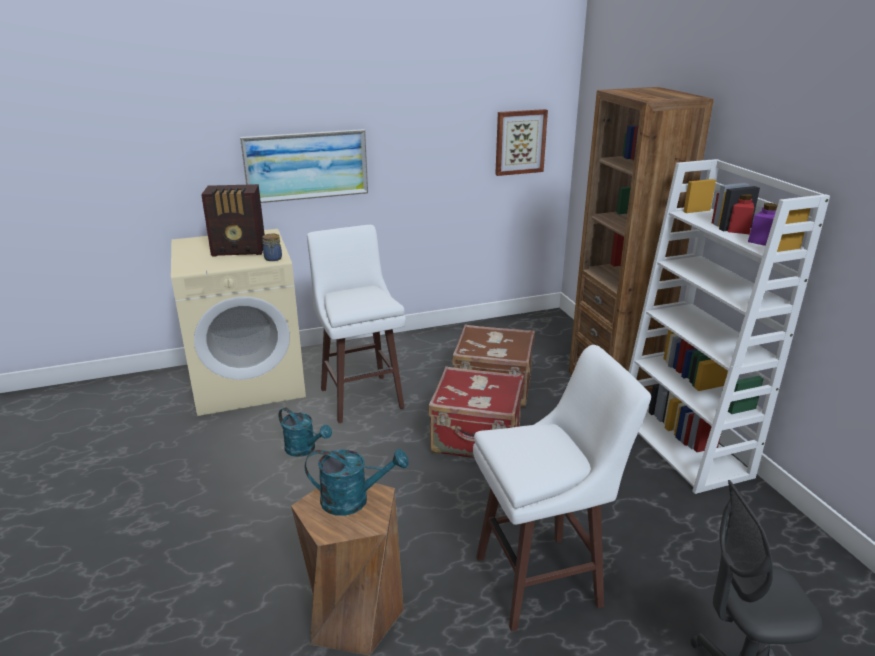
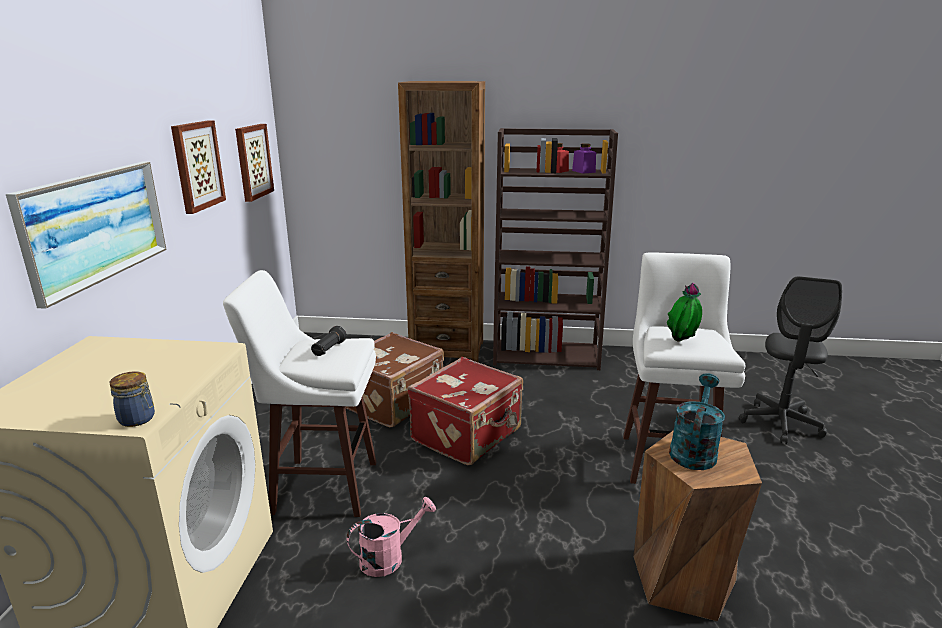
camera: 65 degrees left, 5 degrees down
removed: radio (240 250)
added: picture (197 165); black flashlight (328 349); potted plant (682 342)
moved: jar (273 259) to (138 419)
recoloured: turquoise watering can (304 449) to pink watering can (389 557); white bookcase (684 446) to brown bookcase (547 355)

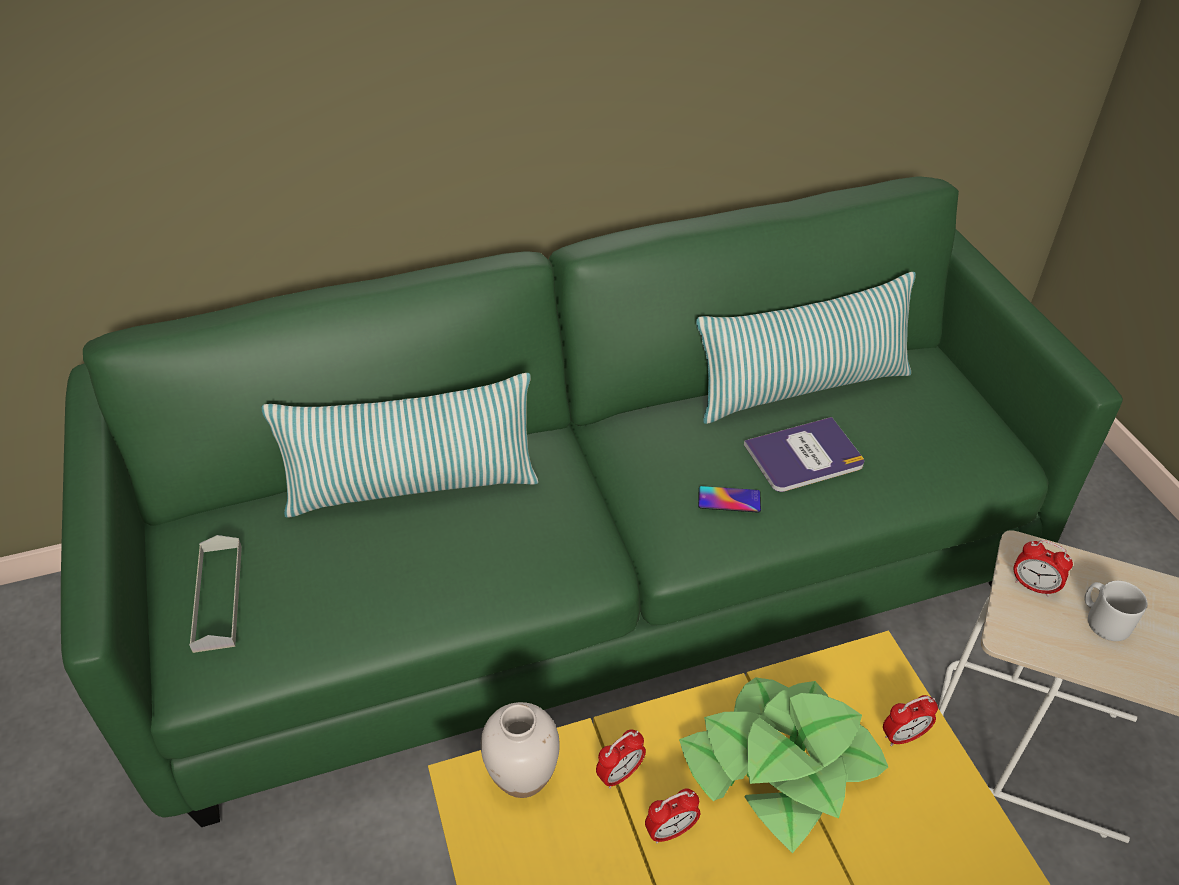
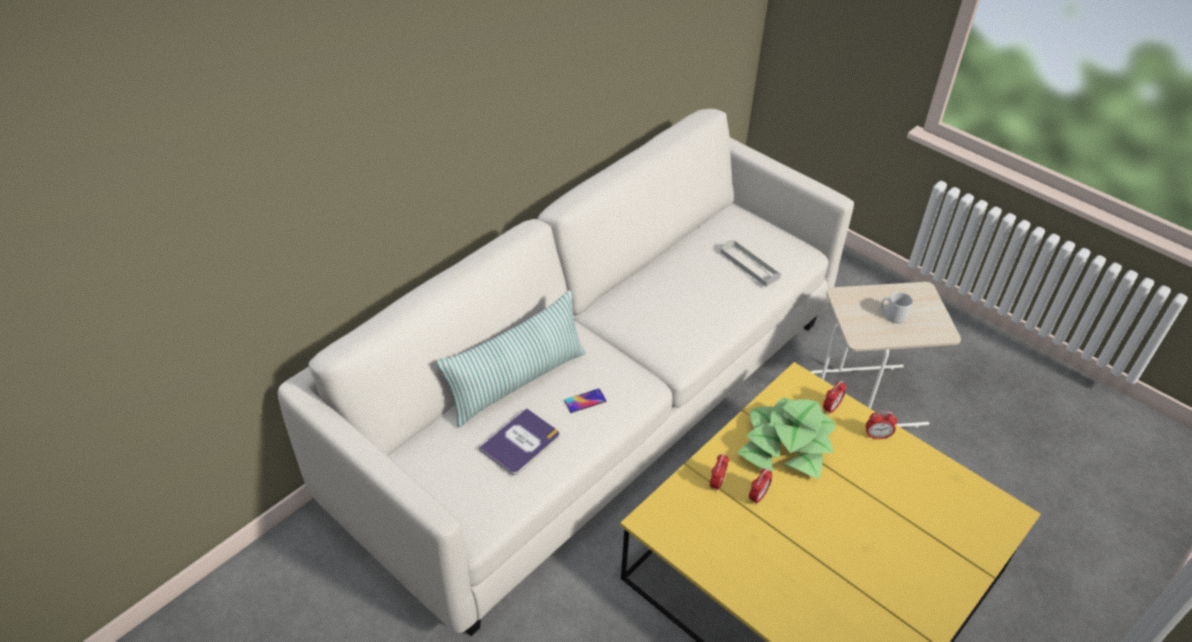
camera: 30 degrees left, 0 degrees up
removed: white vase (522 777); pillow (802 388)
moved: grey tray (218 597) to (749 265); phone (729 500) to (585 401); book (804 456) to (520 443); alarm clock (1033 586) to (877 436)
recoloured: green sofa (589 576) to white sofa (593 406)

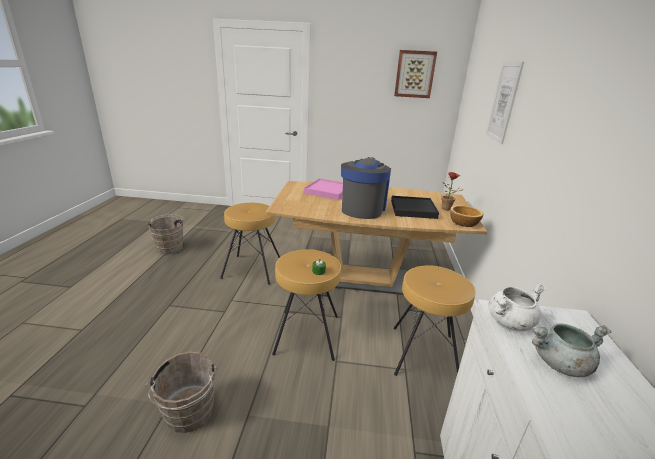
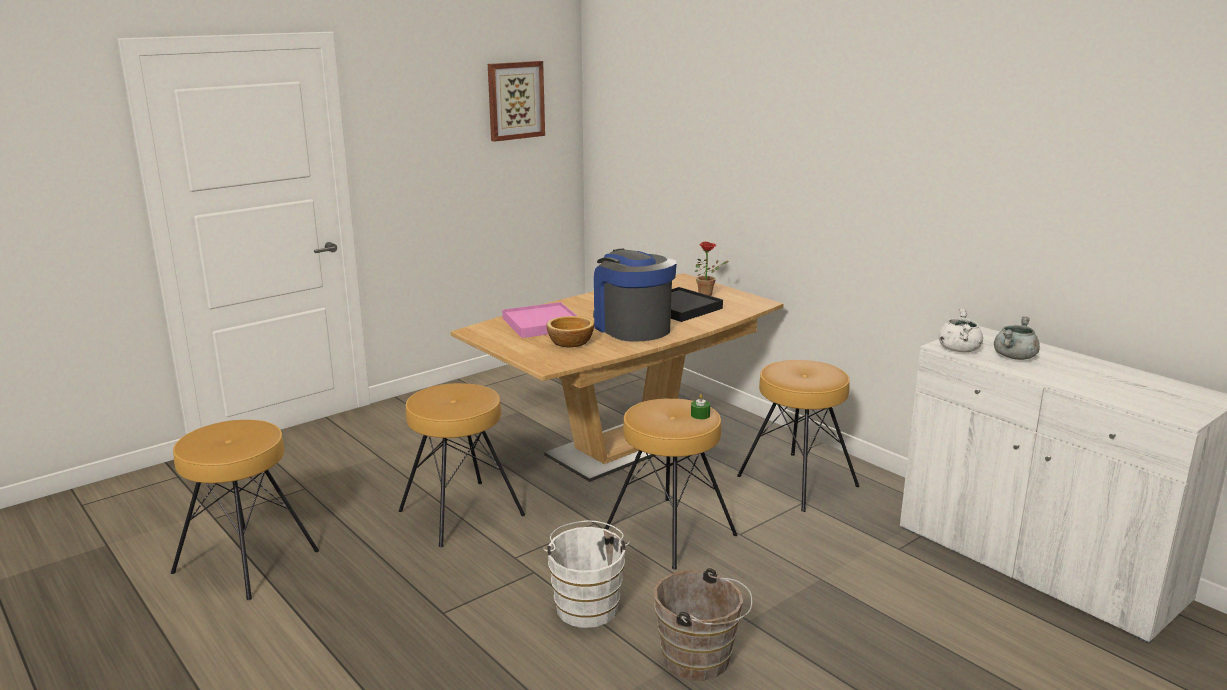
camera: 45 degrees left, 5 degrees down
removed: picture (503 102)
added: white bucket (587 605)
moved: bowl (463 223) to (570 343)
replaced: brown bucket (170 247) to brown stool (247 561)

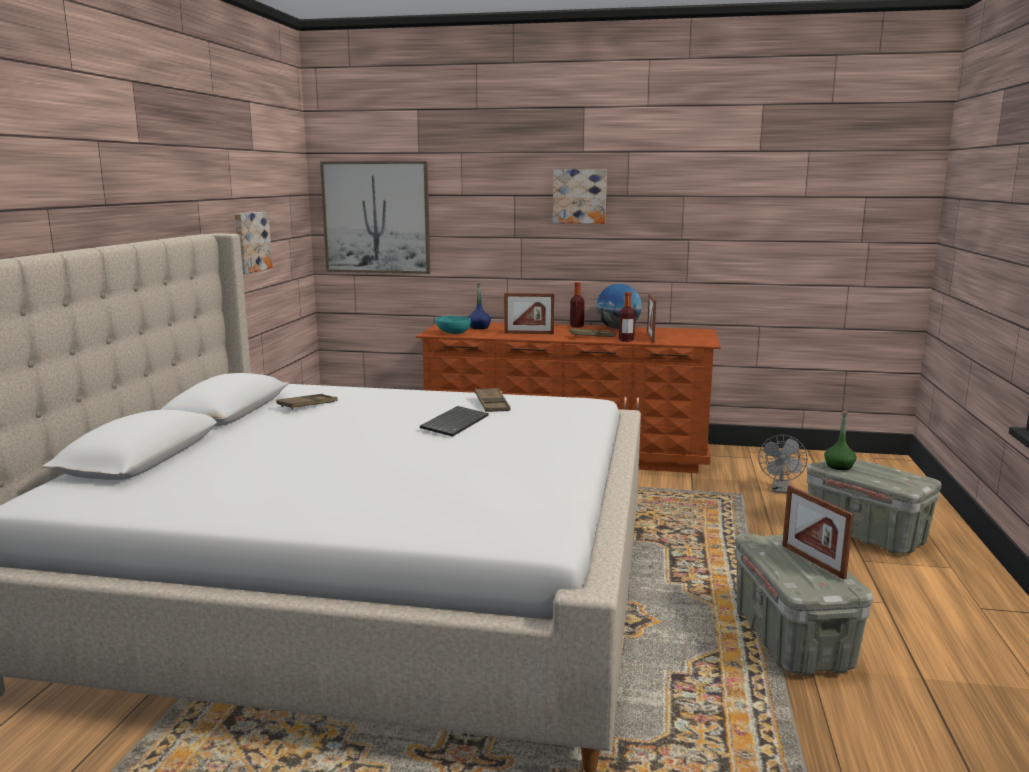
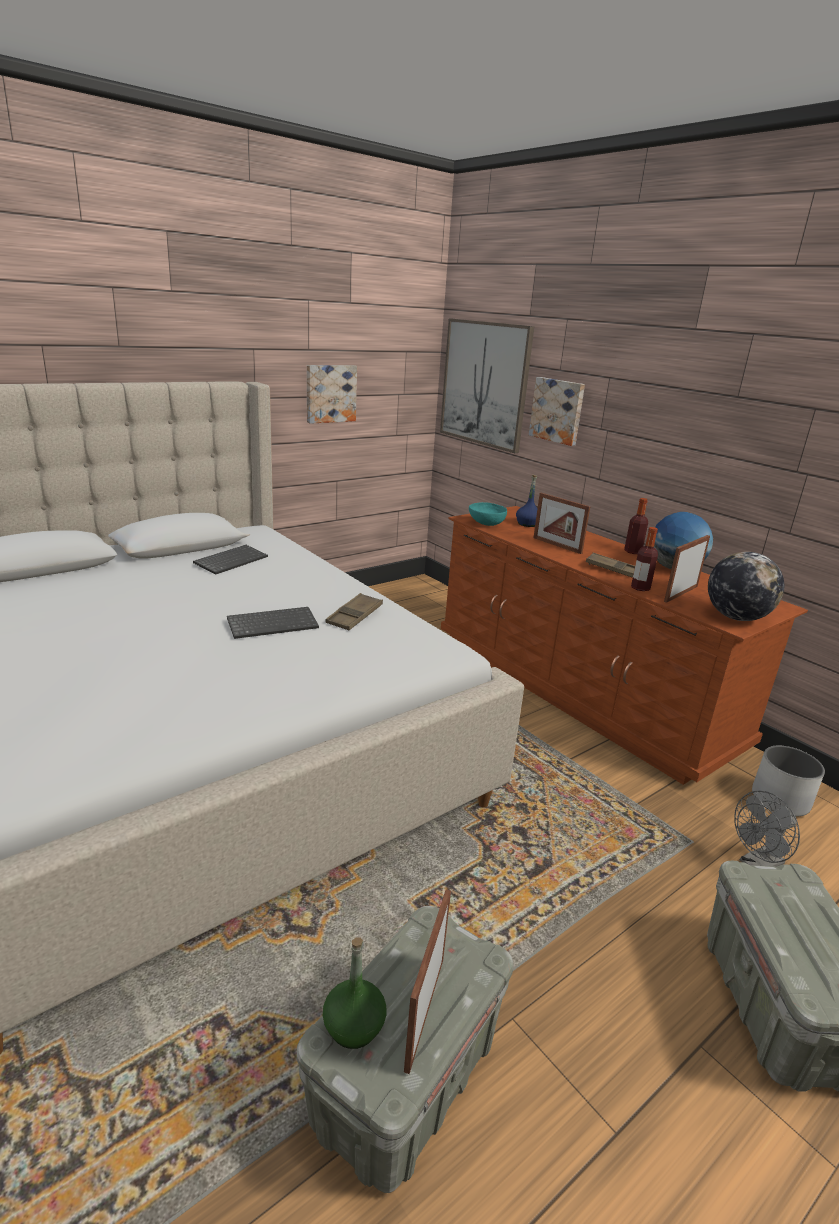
camera: 40 degrees right, 10 degrees up
added: globe (736 617); white planter (780 800)
moved: picture (579 196) to (558 410); green bottle (839 466) to (353 1026)
replaced: brown tray (307 405) to keyboard (231 560)

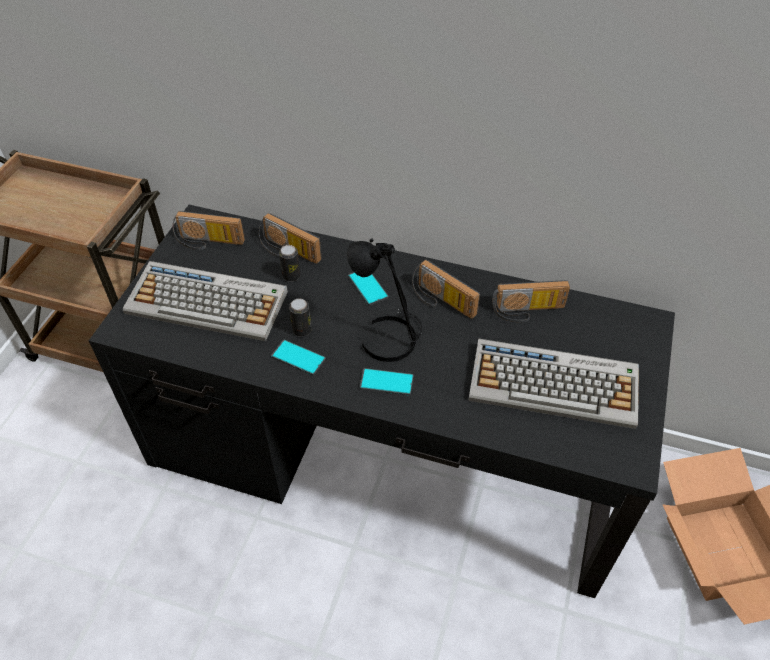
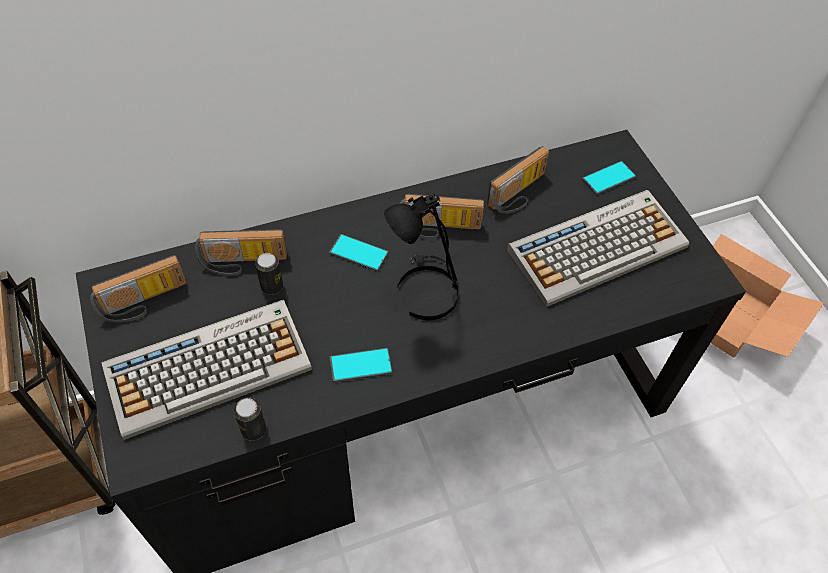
camera: 40 degrees left, 5 degrees up
moved: can (302 330) to (254 429); phone (386 382) to (608 178)

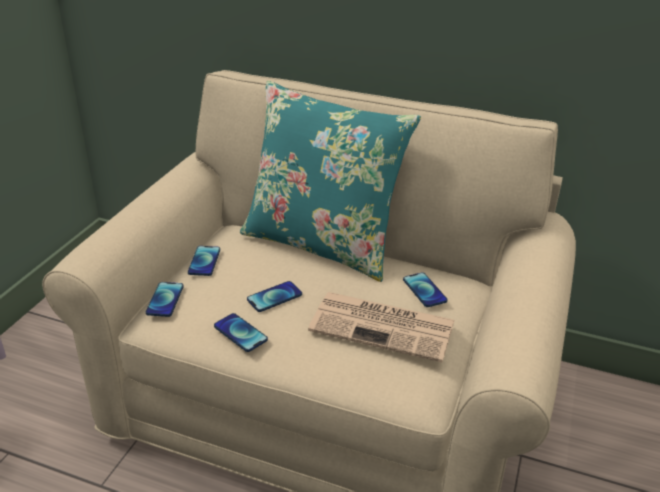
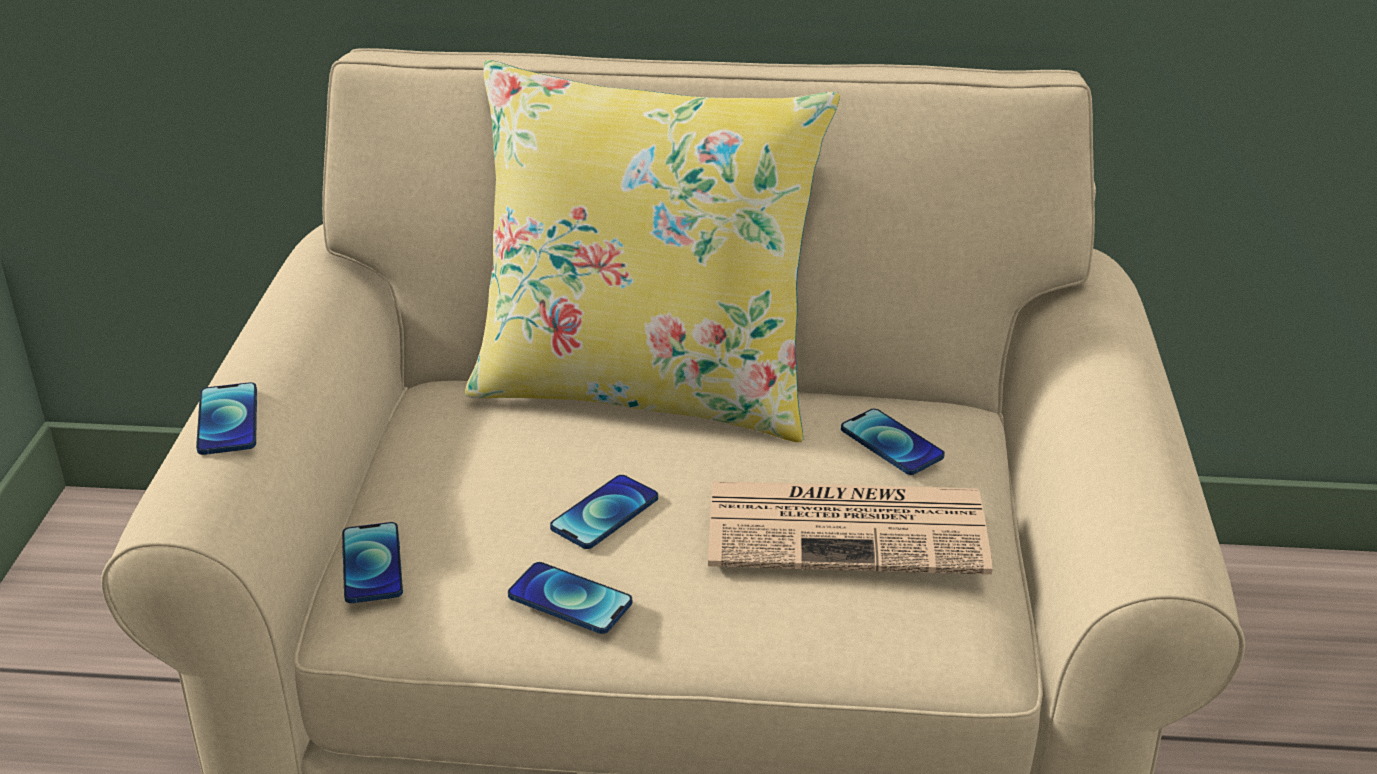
camera: 15 degrees left, 0 degrees up
moved: phone (204 261) to (228 420)
recoloured: turquoise pillow (322 243) to yellow pillow (646 387)

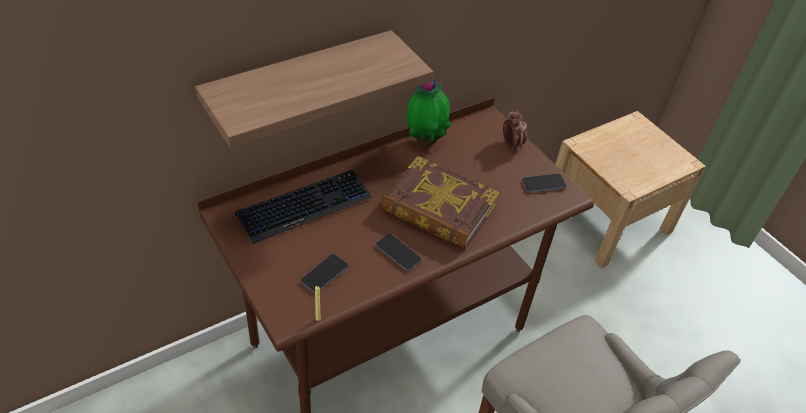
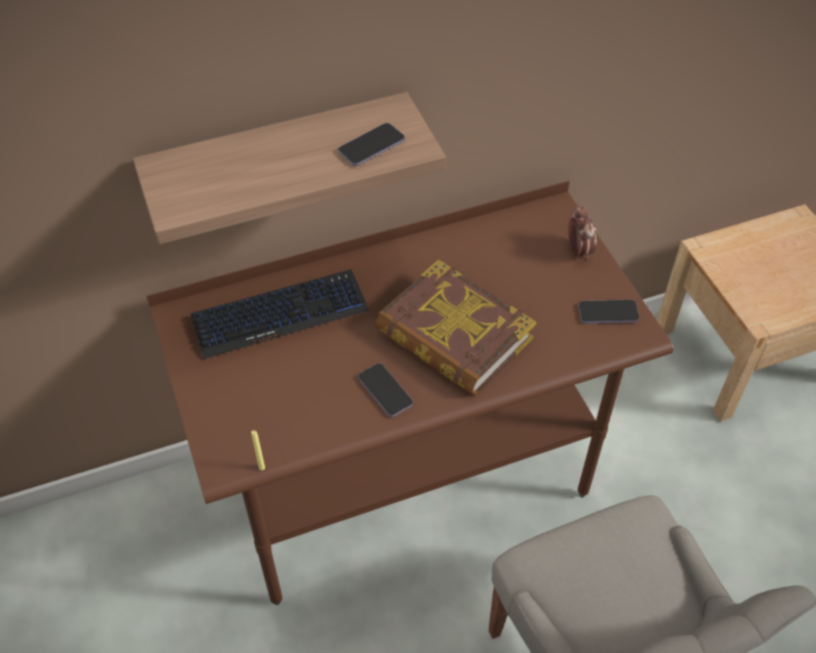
camera: 15 degrees right, 5 degrees up
removed: potted plant (425 141)
moved: phone (324 274) to (371 146)

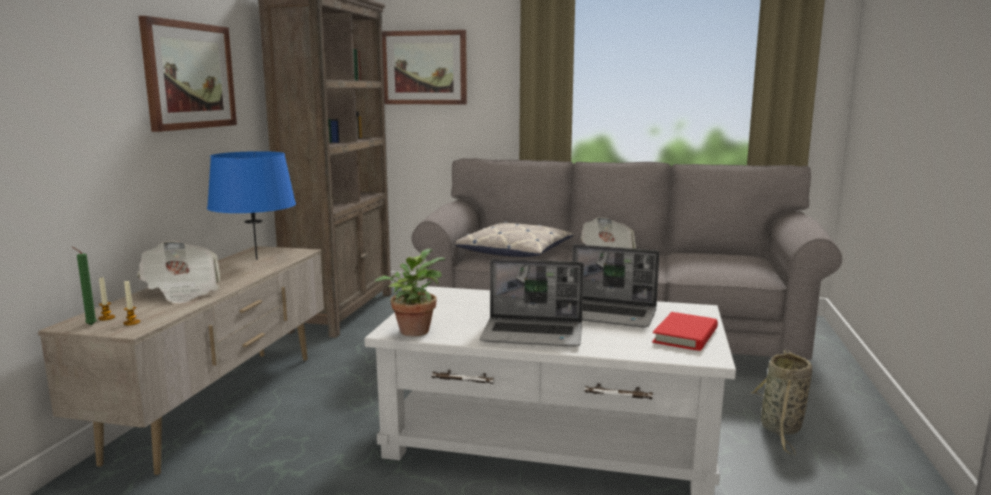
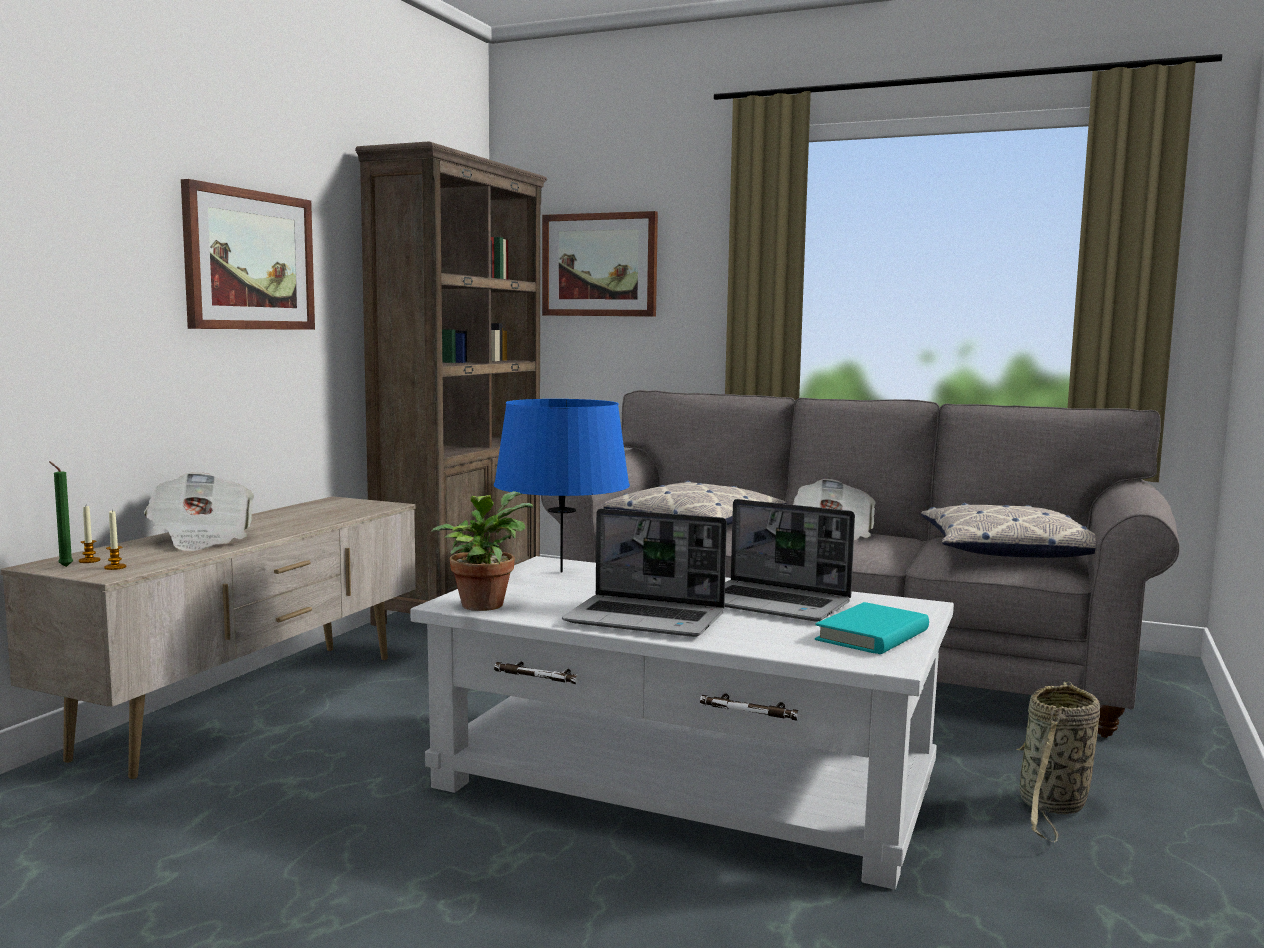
camera: 10 degrees right, 5 degrees down
added: pillow (1008 550)
moved: blue table lamp (256 259) to (561 572)
recoloured: red book (685 335) to turquoise book (872 635)

